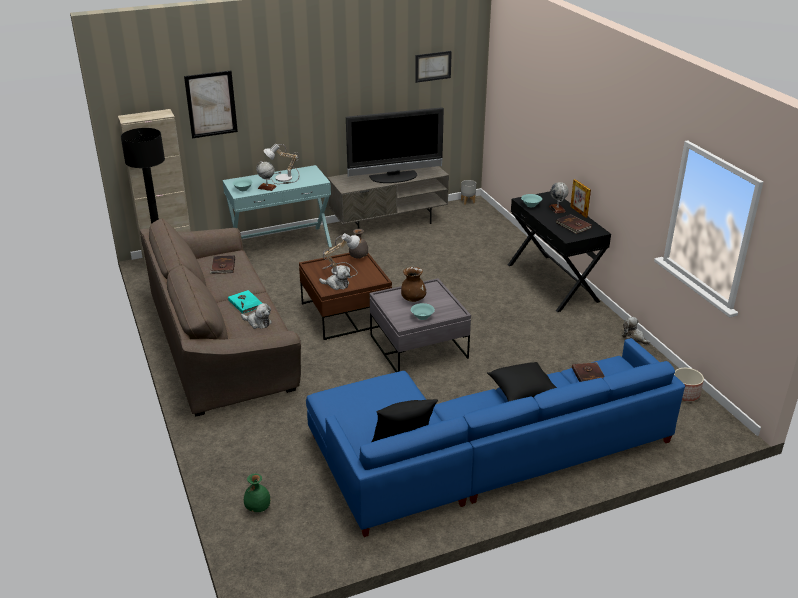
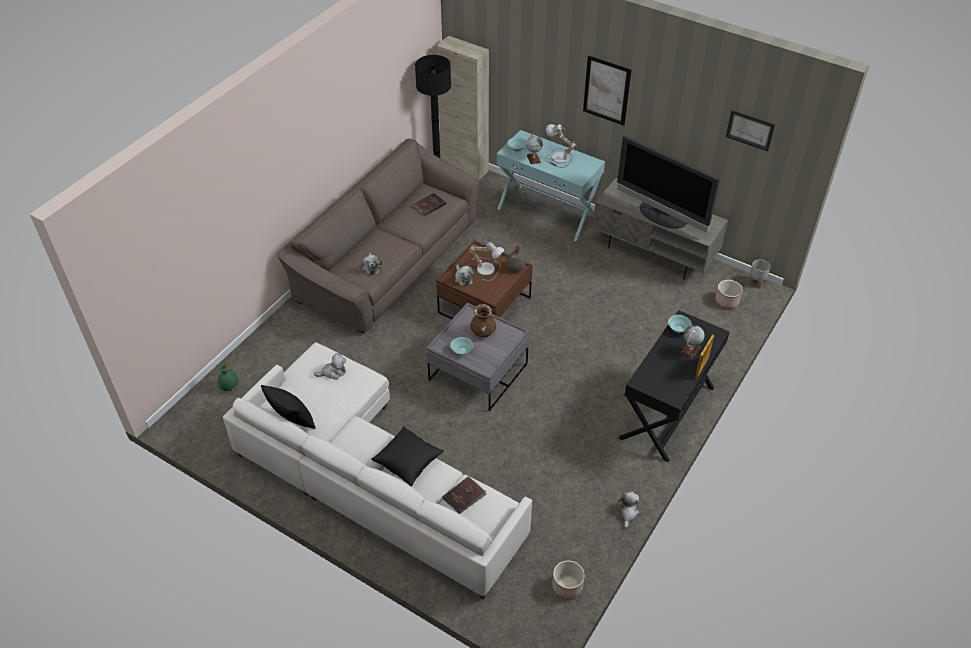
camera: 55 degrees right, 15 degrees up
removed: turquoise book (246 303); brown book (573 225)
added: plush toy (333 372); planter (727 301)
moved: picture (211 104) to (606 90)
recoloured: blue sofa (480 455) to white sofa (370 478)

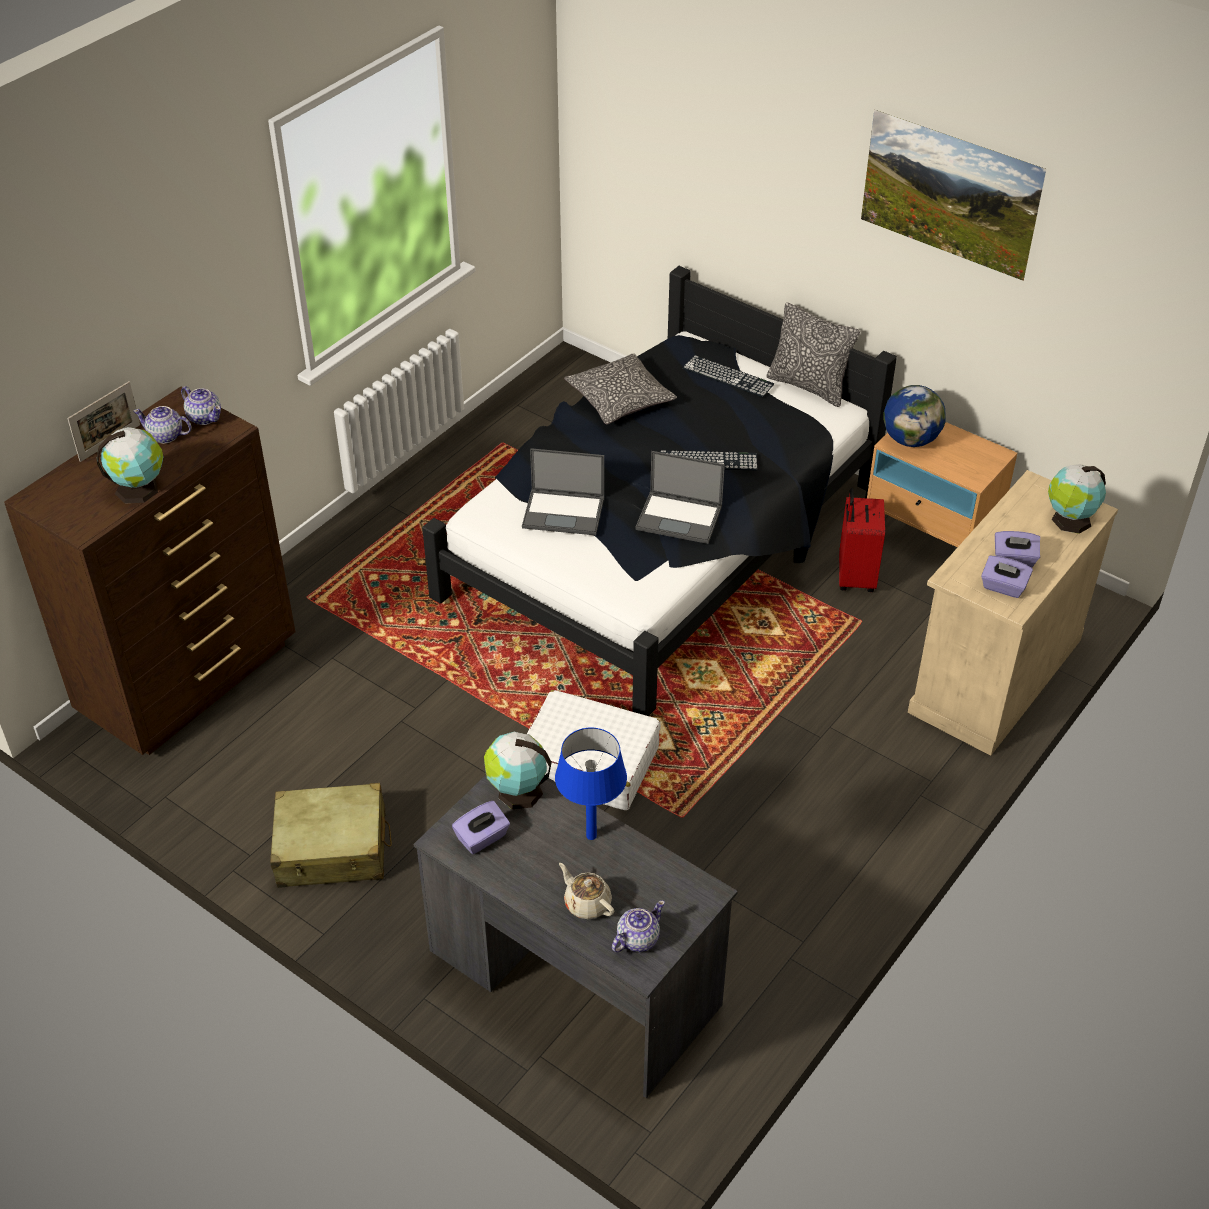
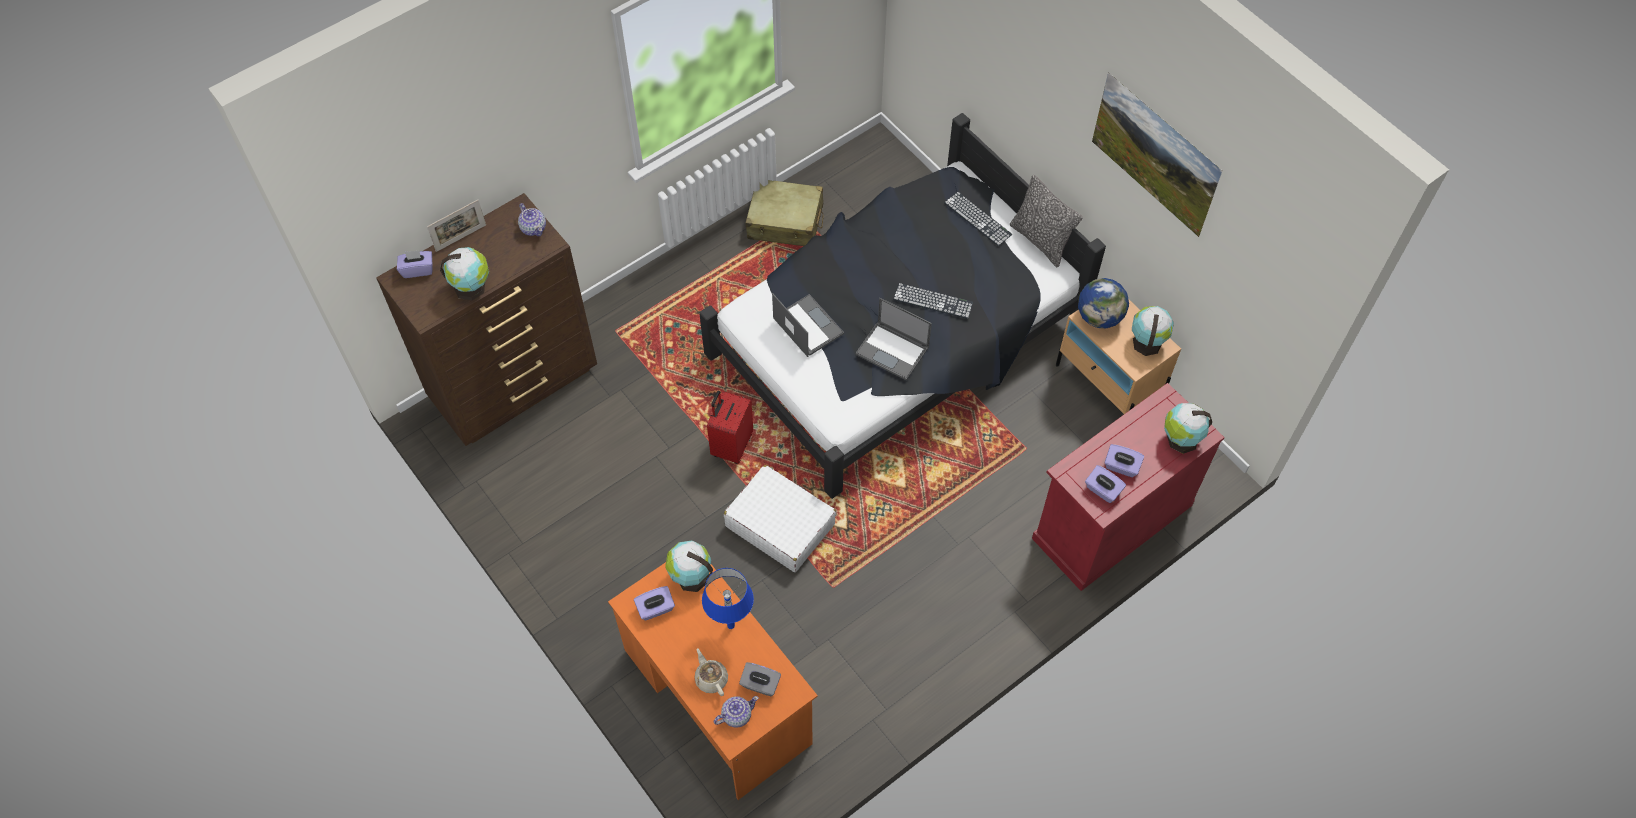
camera: 15 degrees right, 15 degrees up
removed: teapot (166 436); pillow (620 399)
added: purple tissue box (418 269); grey tissue box (760 684); globe (1147 342)
moved: beige suitcase (332 849) to (785 222); red suitcase (854 577) to (731 445)
recoloured: grey desk (574 977) to orange desk (717 696); beige cabinet (994 675) to red cabinet (1111 521)
turned: laptop (564 512) = (807 325) 150 degrees counterclockwise

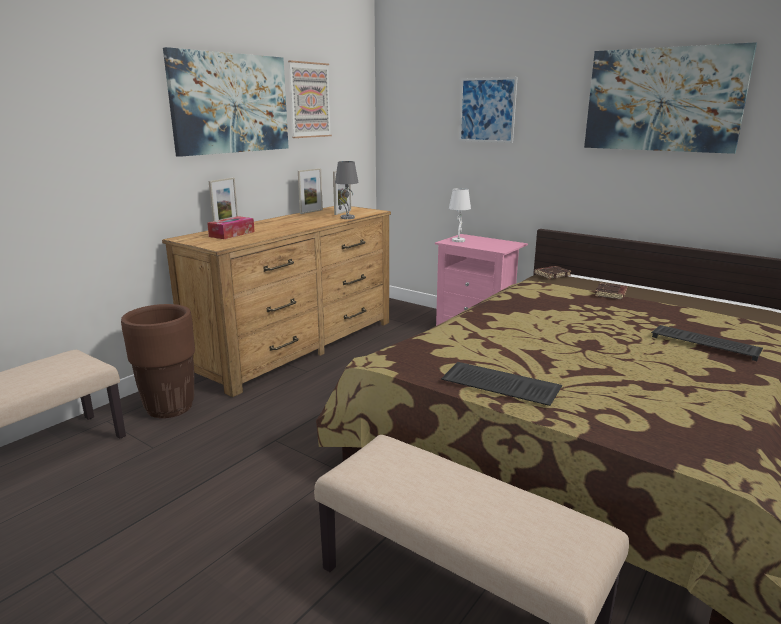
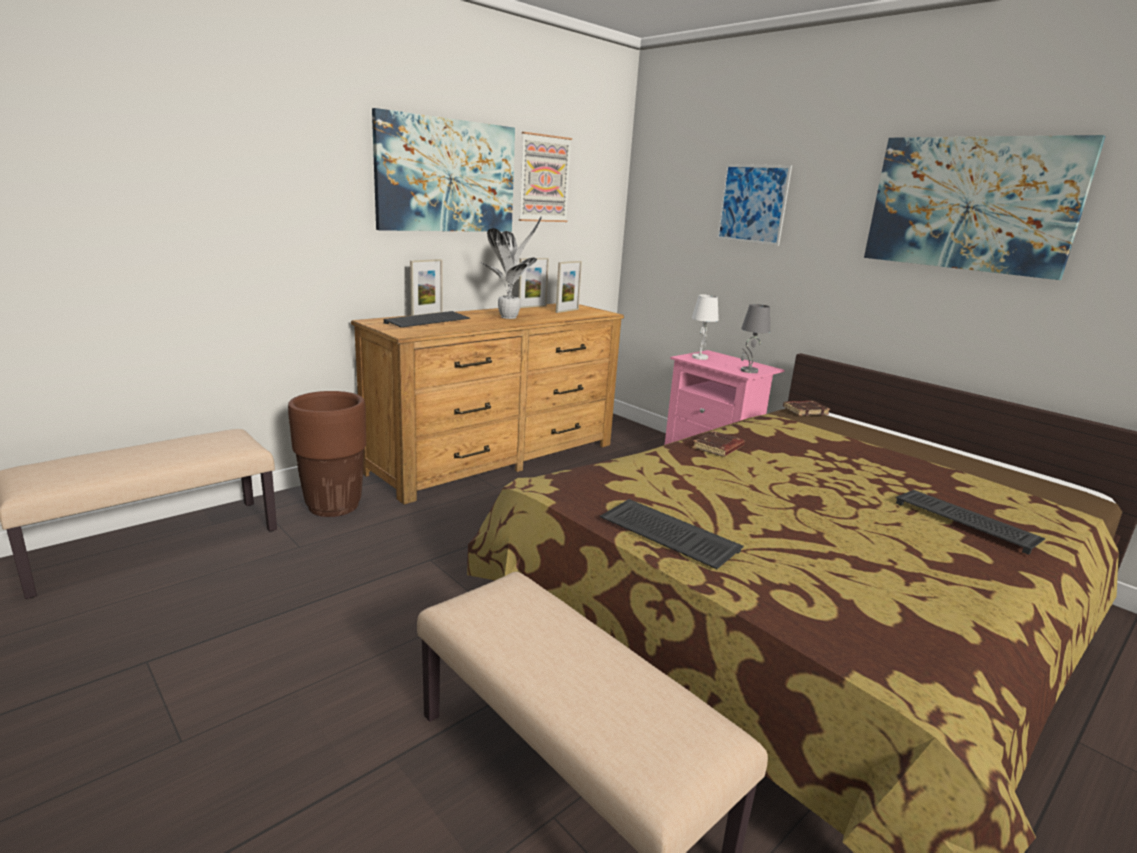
camera: 10 degrees right, 0 degrees up
added: potted plant (510 317)
moved: grey table lamp (347 218) to (748 371); brown book (611 294) to (718 448)
replaced: tissue box (232 234) to keyboard (427 322)

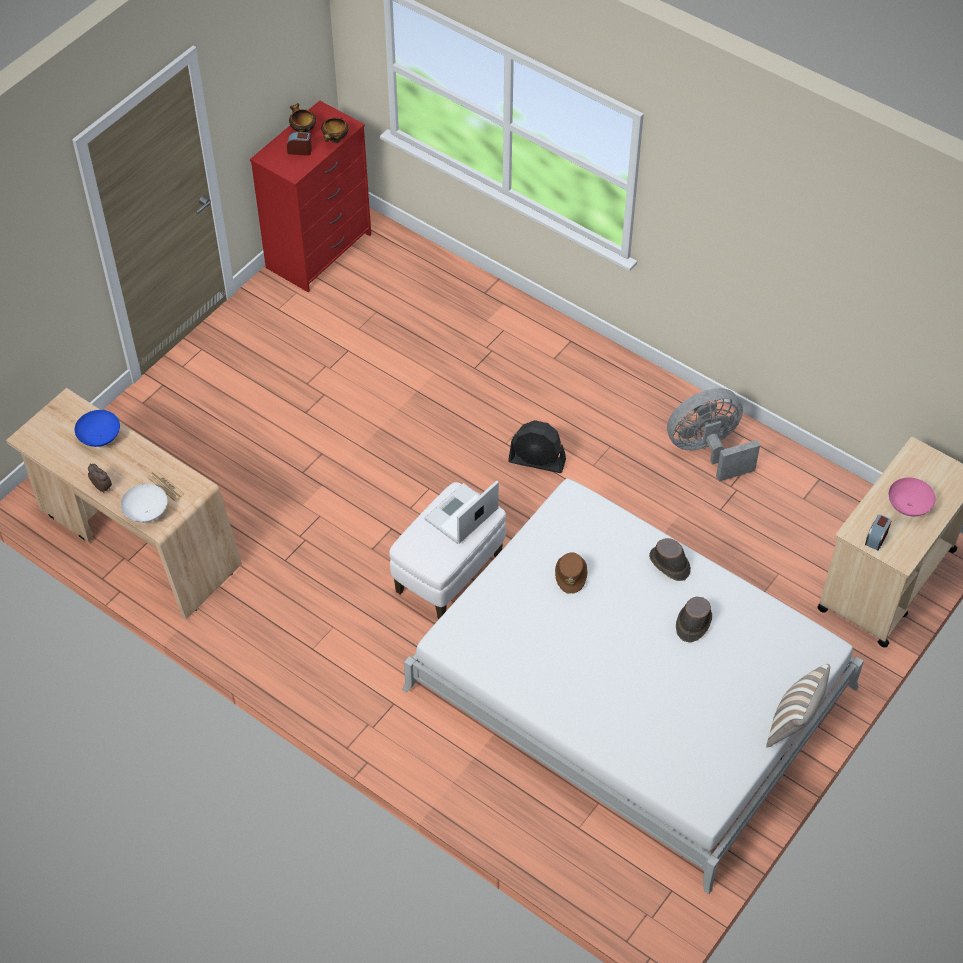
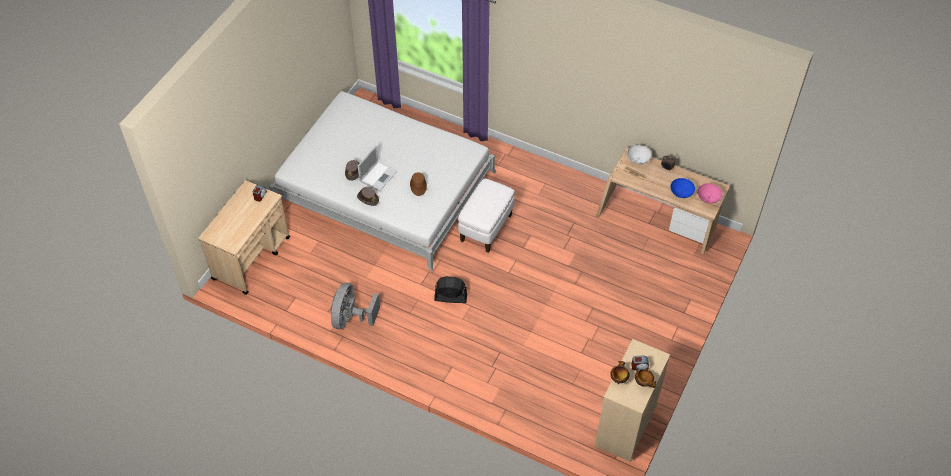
camera: 170 degrees right, 0 degrees up
removed: pillow (793 724)
moved: laptop (460 515) to (378 175); pink bowl (909 506) to (708 198)
recoloured: red dresser (319 251) to beige dresser (625 425)
turned: grey fan (708 451) = (351 318) 135 degrees clockwise

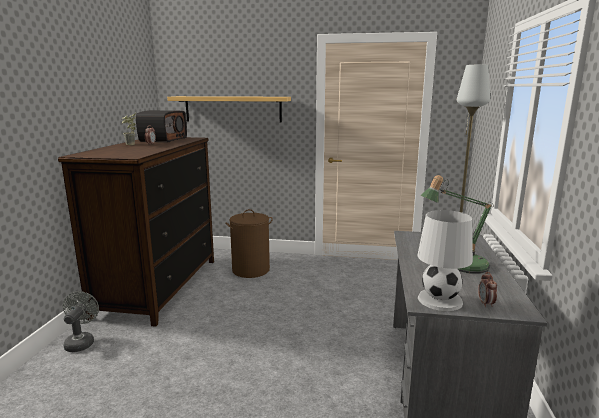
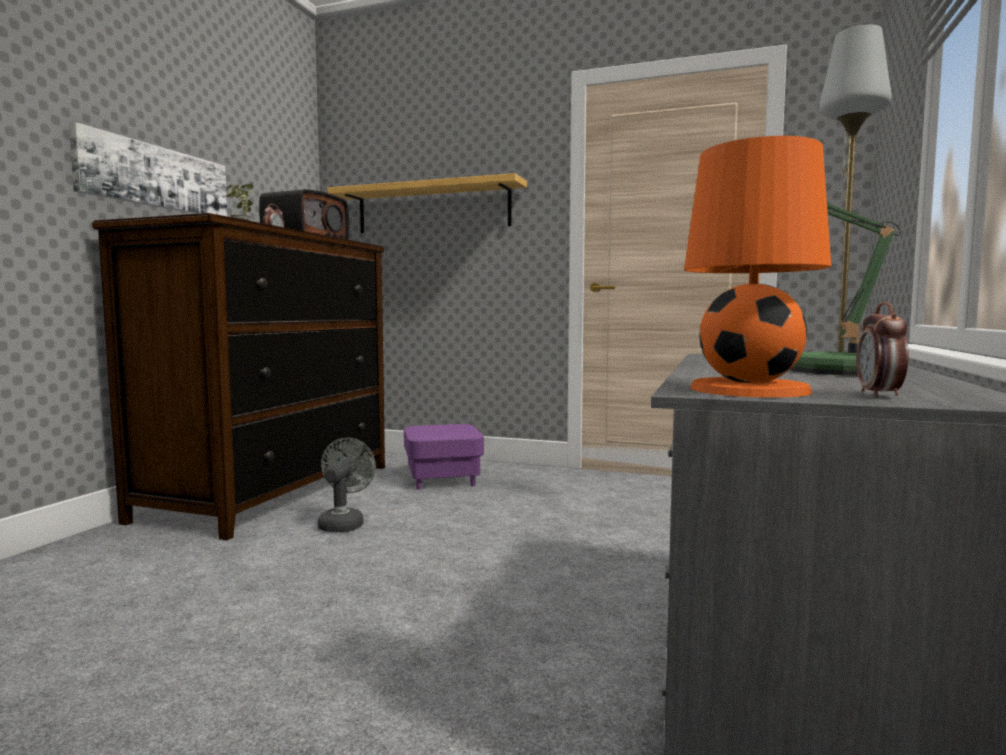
camera: 10 degrees right, 10 degrees down
added: picture (155 177)
moved: grey fan (81 342) to (344 523)
replaced: brown laundry basket (251 270) to purple ottoman (443 480)
recoloured: white table lamp (440 300) to orange table lamp (751 390)

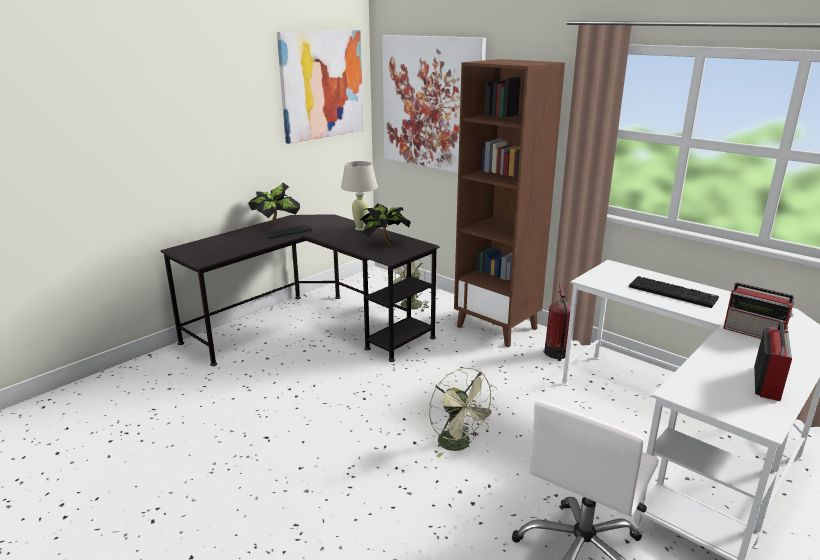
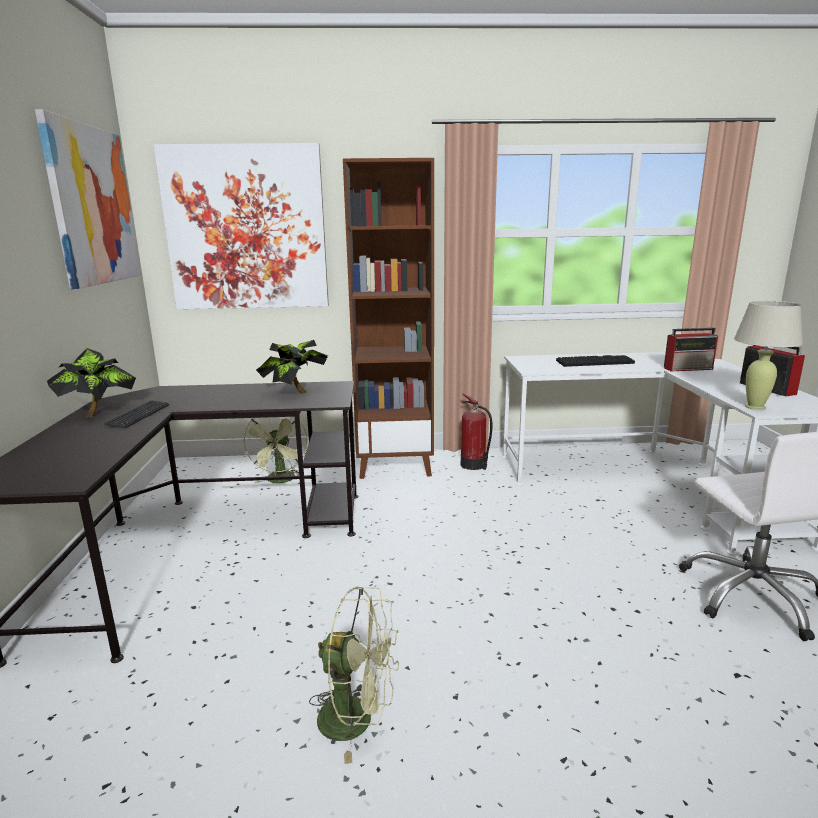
camera: 45 degrees left, 5 degrees down
moved: beige table lamp (360 228) to (755 407); green fan (459 445) to (357 719)

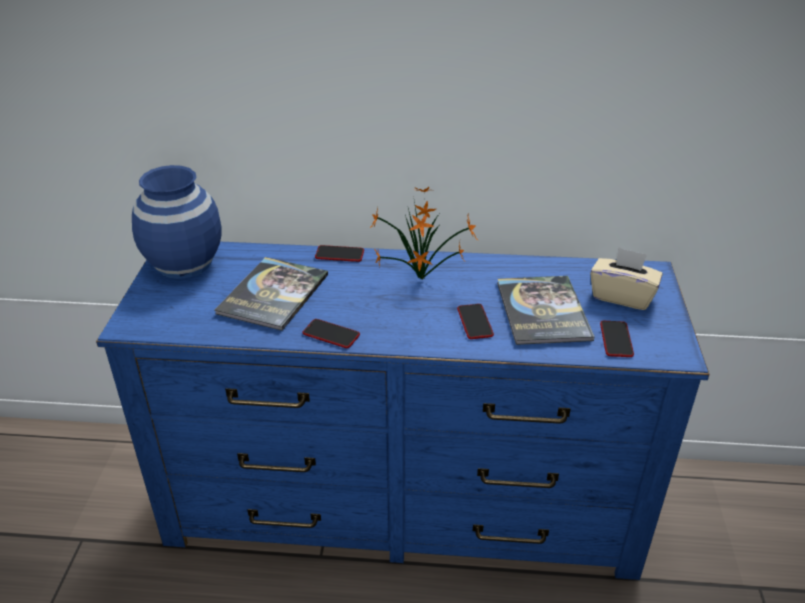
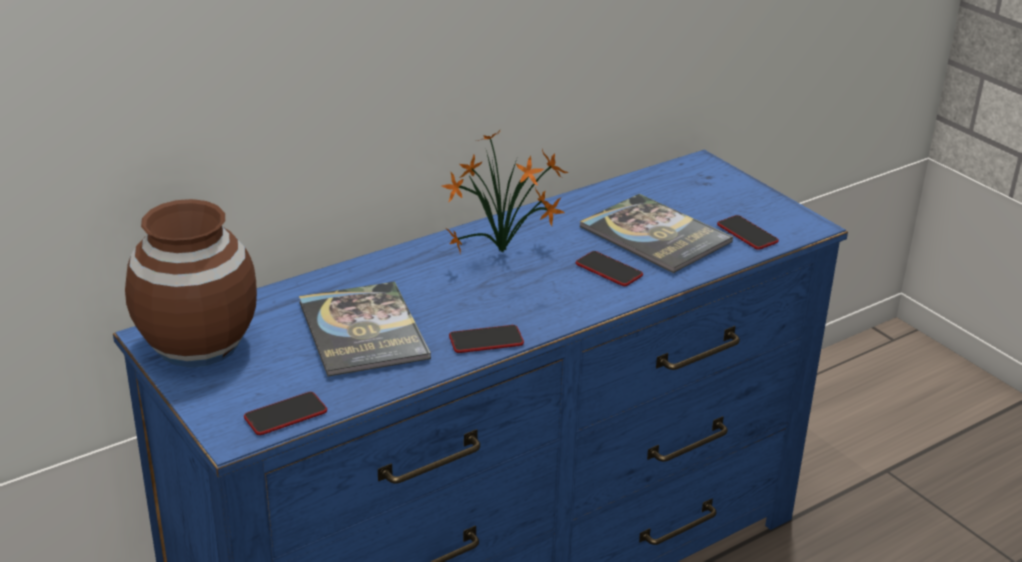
camera: 40 degrees left, 5 degrees down
removed: beige tissue box (622 296)
moved: phone (339 254) to (285 415)
recoloured: blue vase (184 263) to brown vase (198 344)

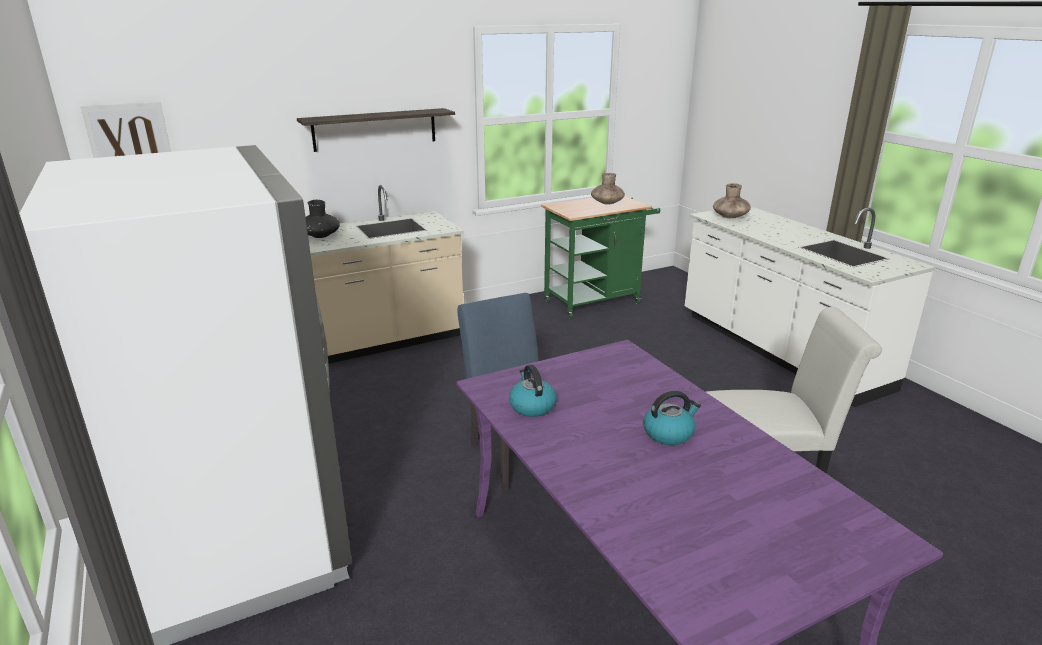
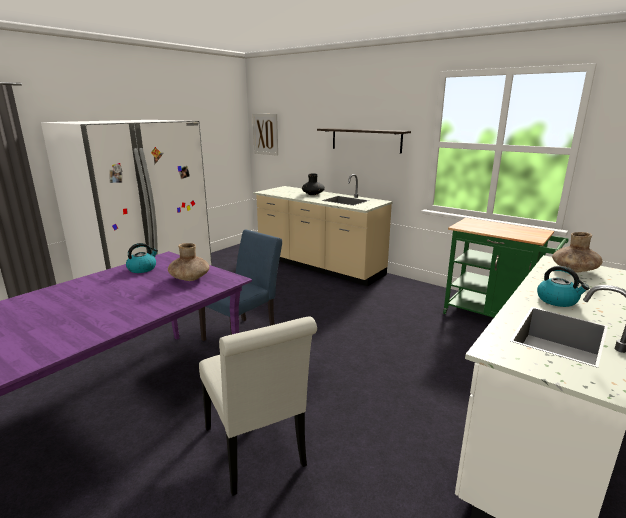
camera: 65 degrees right, 5 degrees down
moved: brown vase (607 203) to (190 278); kettle (669 433) to (557 300)

